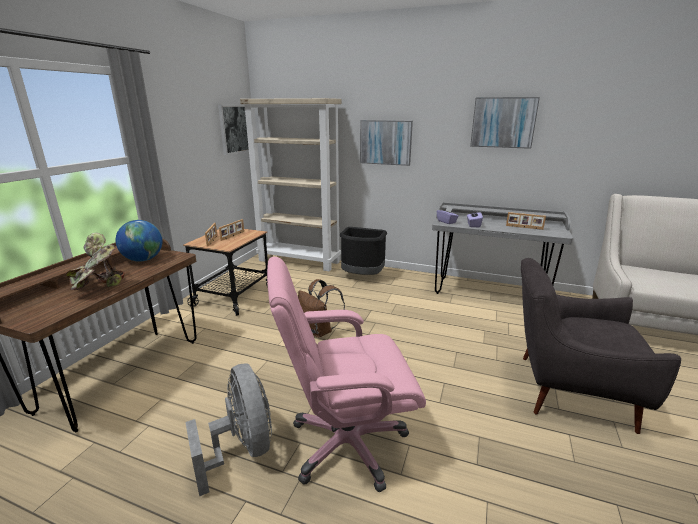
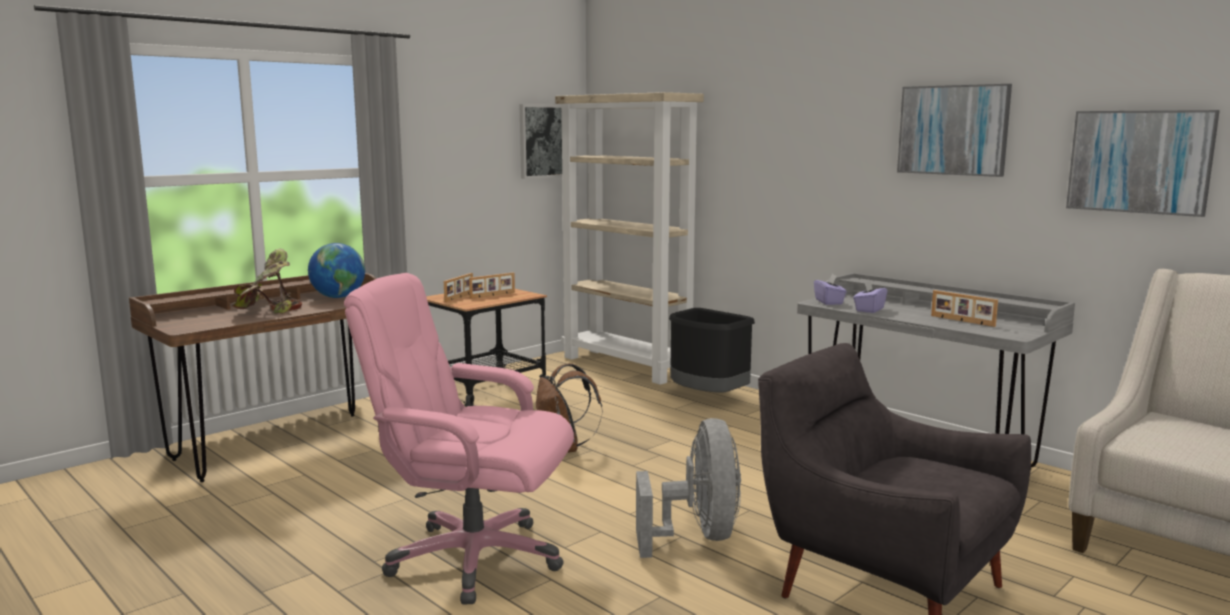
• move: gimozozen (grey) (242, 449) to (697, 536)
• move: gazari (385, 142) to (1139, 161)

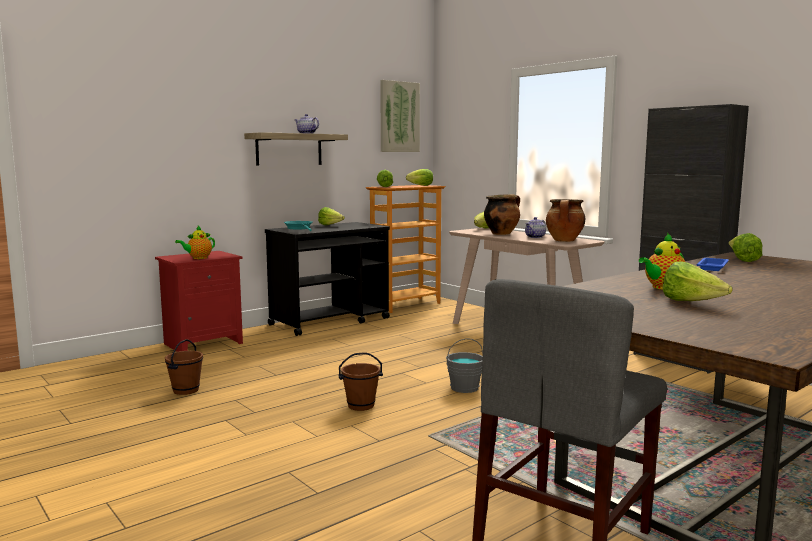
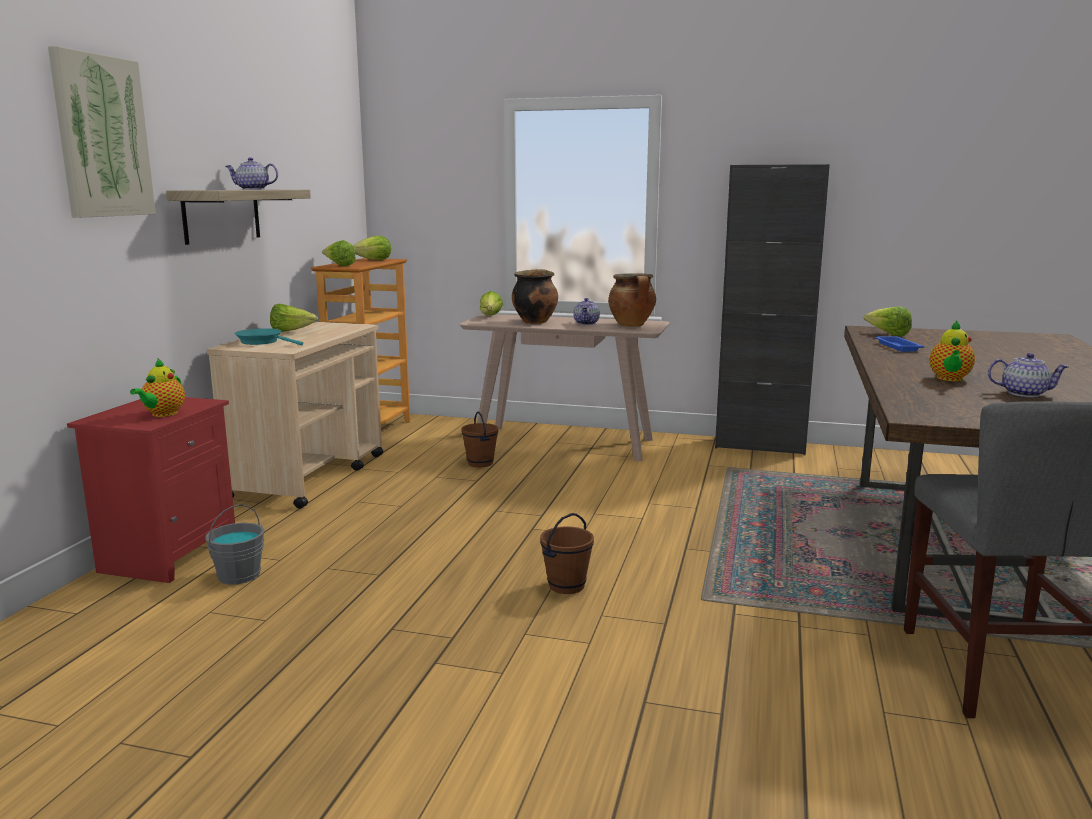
• move: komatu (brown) (186, 390) to (481, 463)
• move: gazari (399, 117) to (102, 137)
• move: komatu (grey) (464, 388) to (239, 575)
• replace: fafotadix (691, 303) to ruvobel (1024, 393)
• recolor: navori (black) (330, 321) to navori (beige) (309, 476)

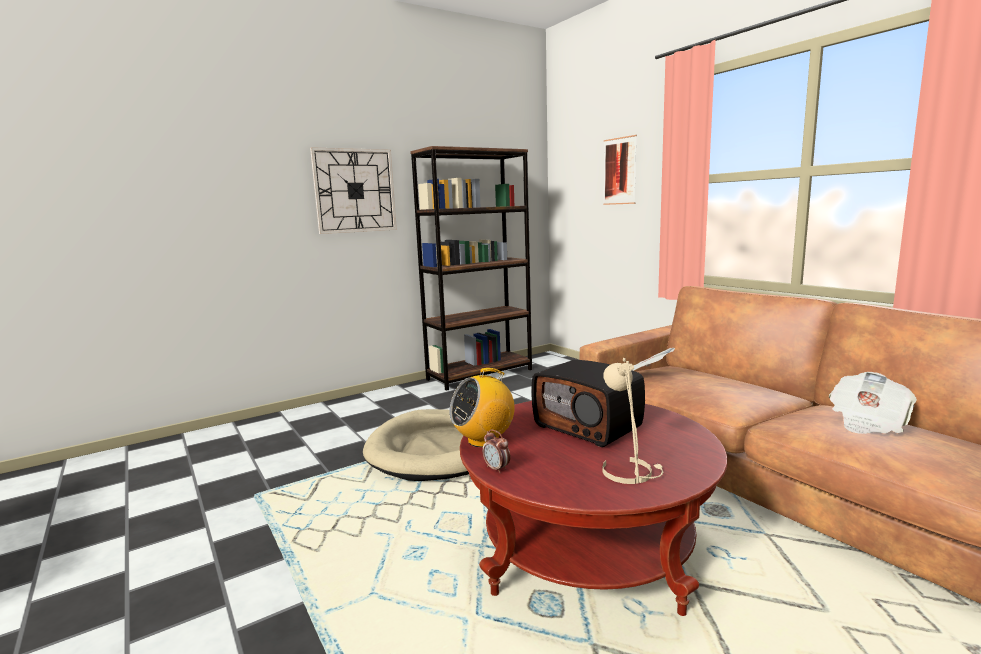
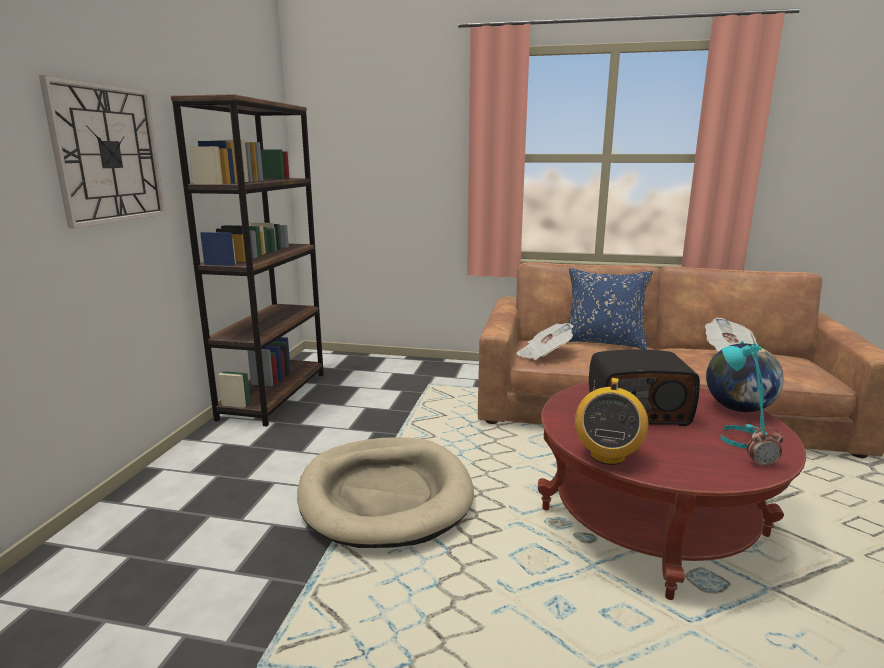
• delete: gazari (619, 171)
• insert: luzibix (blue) (603, 342)
• insert: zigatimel (738, 408)
• move: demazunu (497, 469) to (761, 464)
• recolor: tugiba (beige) (630, 471) to tugiba (turquoise) (741, 437)

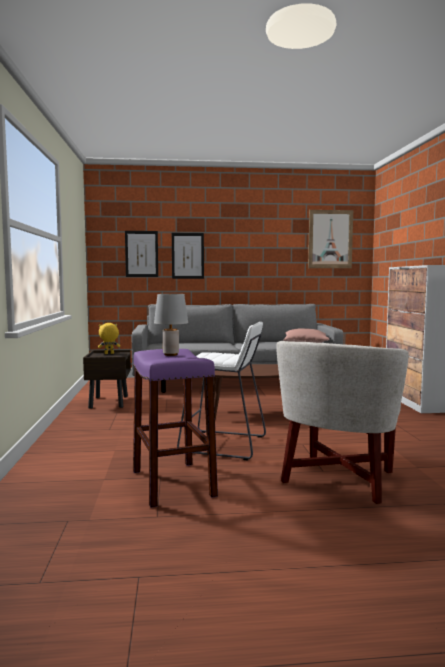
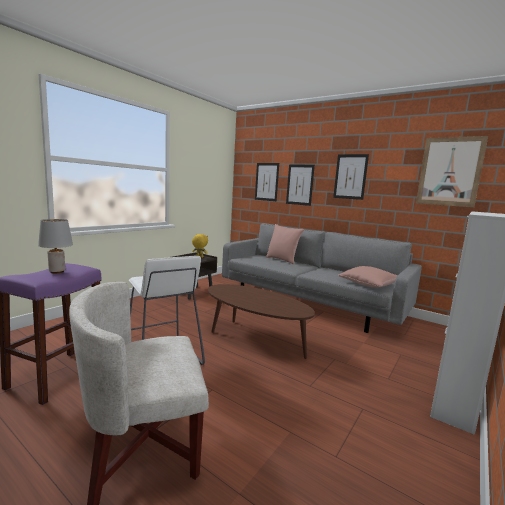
• insert: luzibix (pink) (282, 260)
• insert: gazari (350, 176)

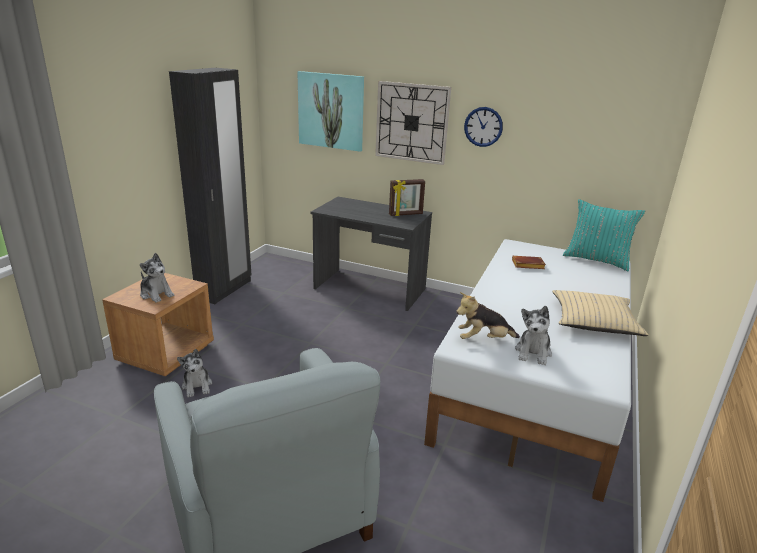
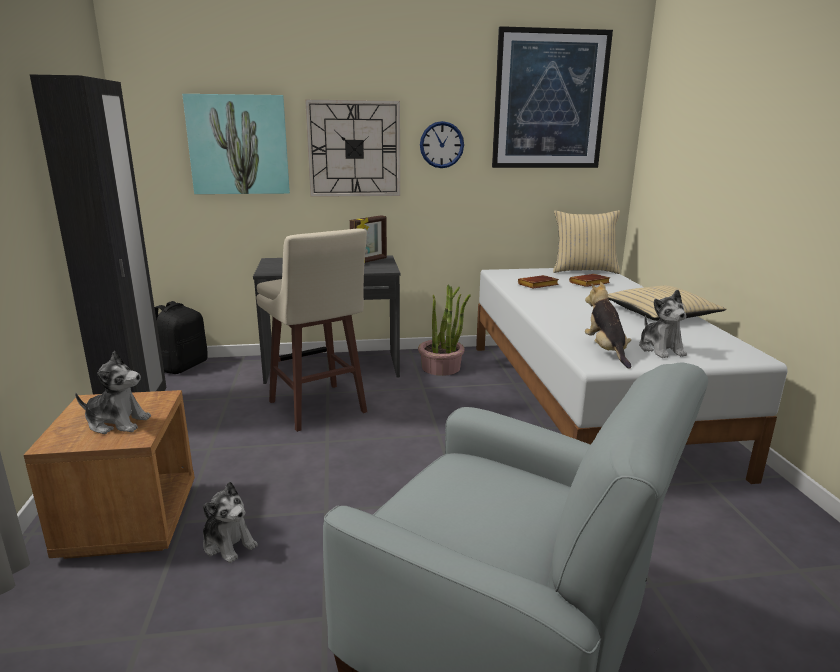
• insert: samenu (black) (183, 366)
• insert: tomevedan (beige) (318, 408)
• insert: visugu (441, 368)
• insert: gazari (550, 100)
• insert: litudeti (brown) (589, 284)
• recolor: luzibix (turquoise) (596, 260) to luzibix (beige) (583, 271)
• rotate: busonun (483, 340) = (606, 351) 120 degrees clockwise

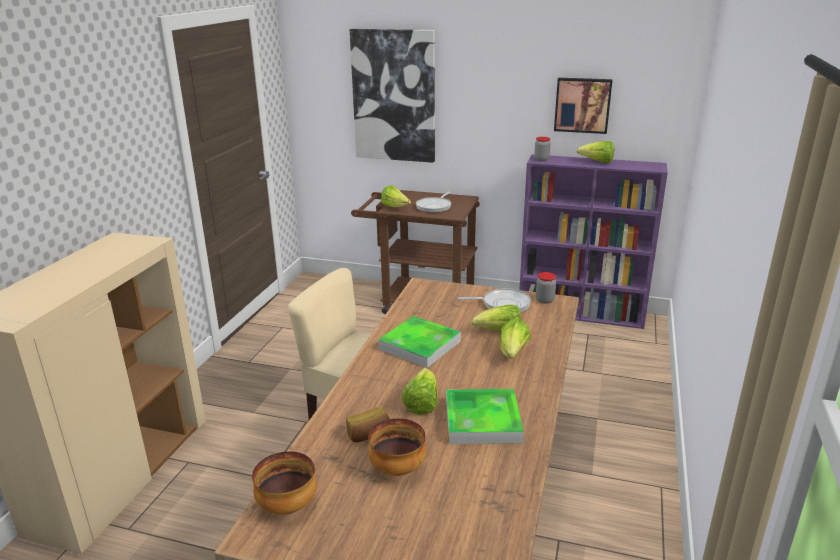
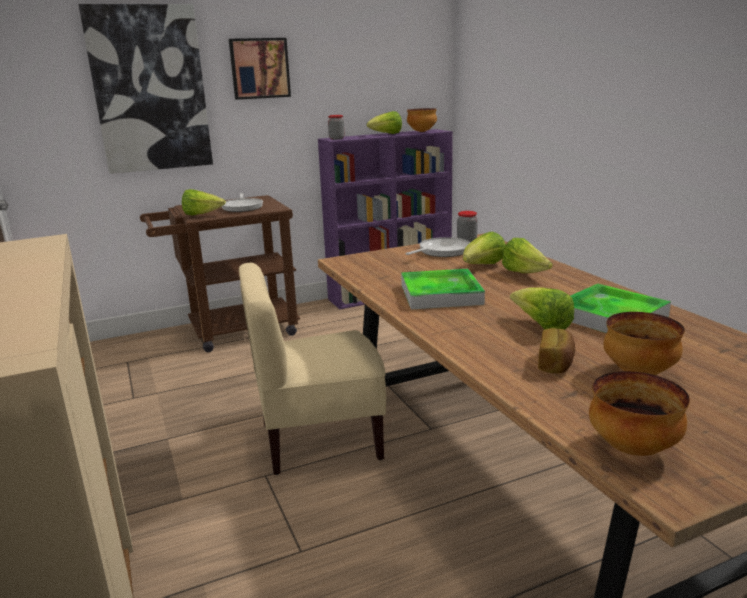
• insert: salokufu (422, 131)
• move: gazari (582, 105) to (259, 68)

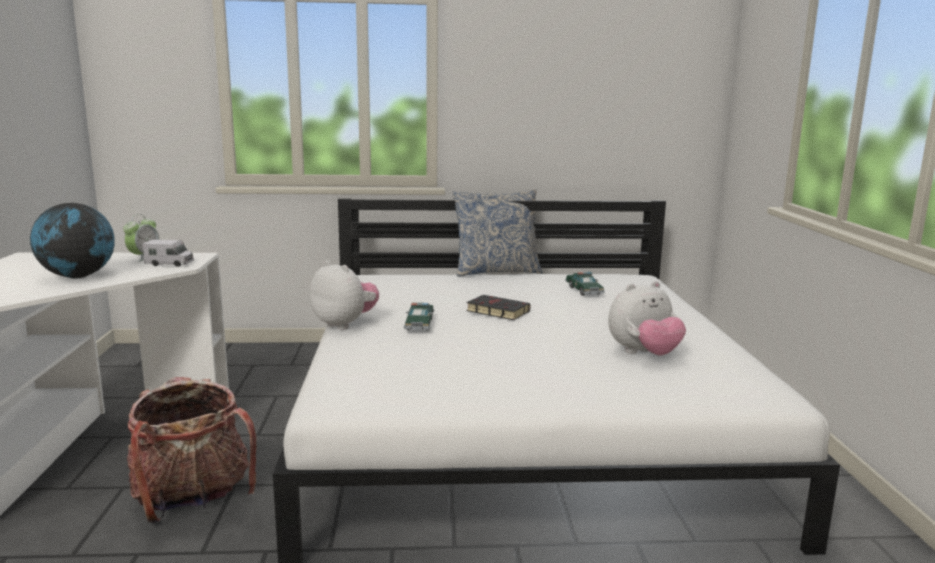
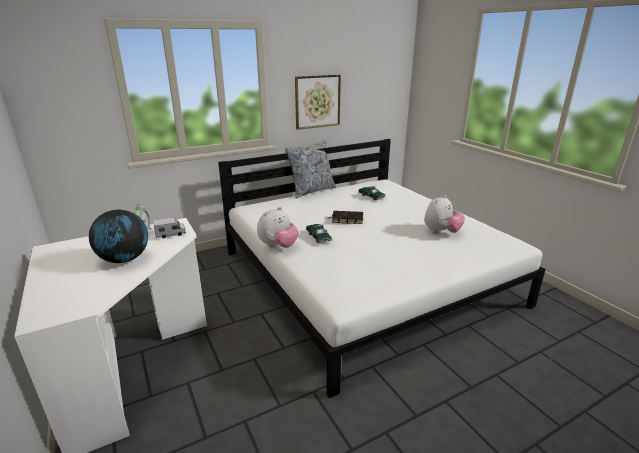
• delete: samenu (193, 500)
• insert: gazari (317, 101)
• rotate: busonun (345, 324) = (278, 246) 120 degrees clockwise

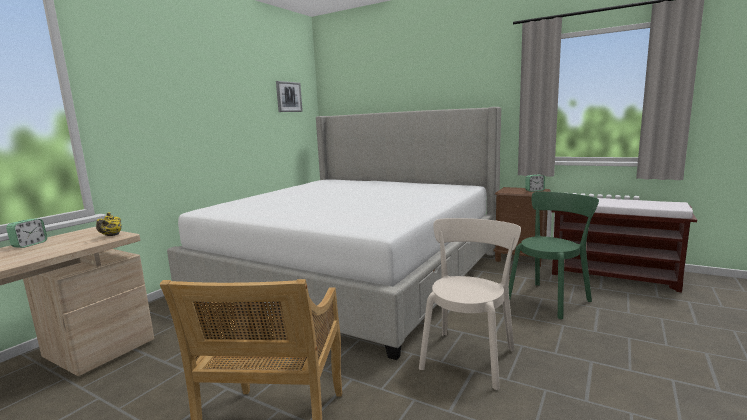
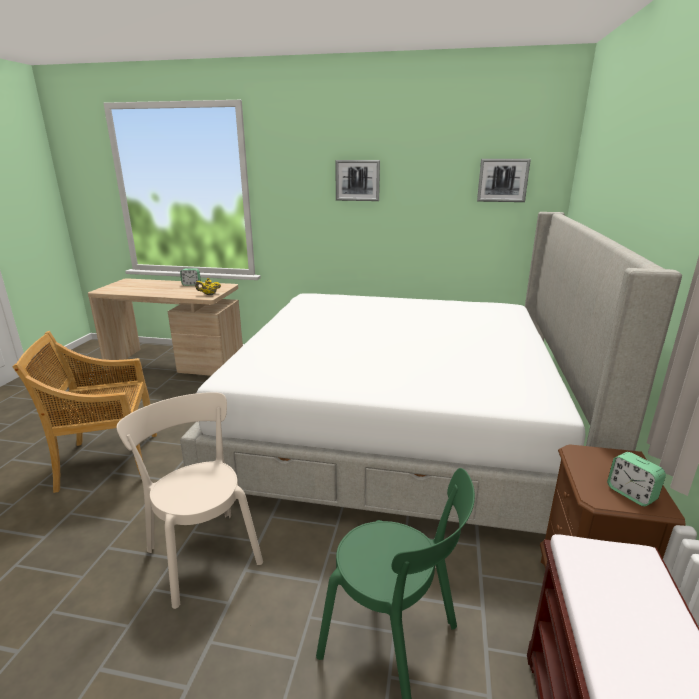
• insert: gazari (357, 180)
• rotate: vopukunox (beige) (469, 356) = (202, 552) 135 degrees counterclockwise

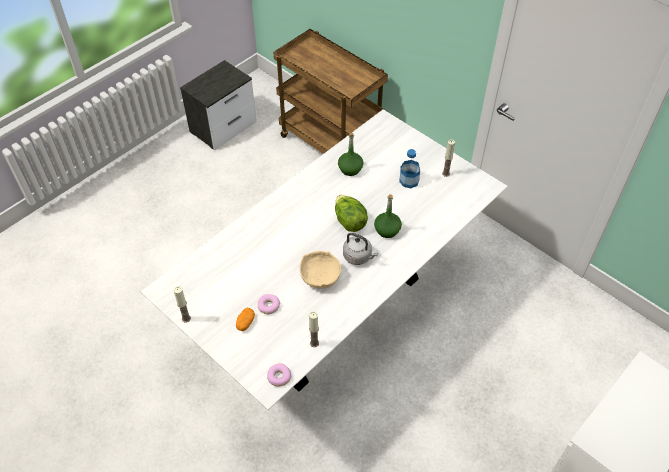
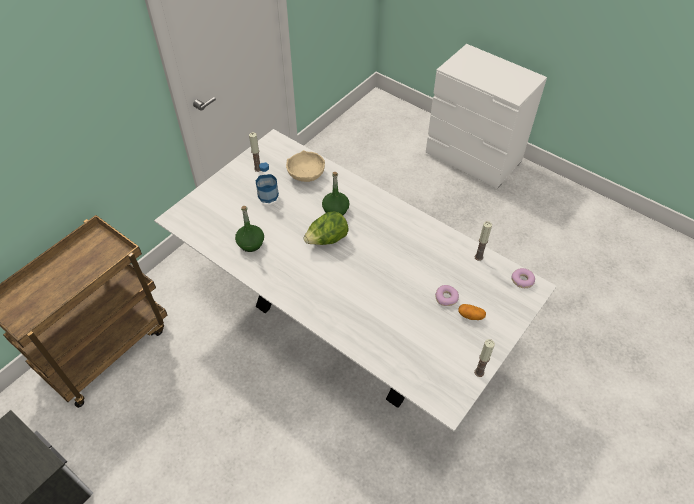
• delete: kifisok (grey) (358, 257)
• move: salokufu (beige) (320, 277) to (306, 174)

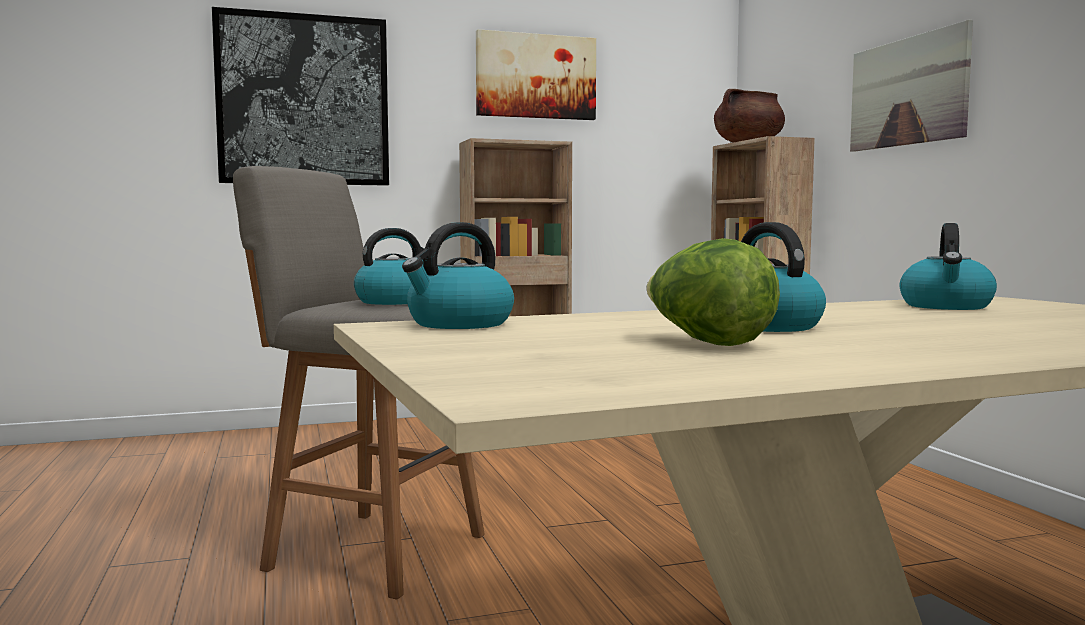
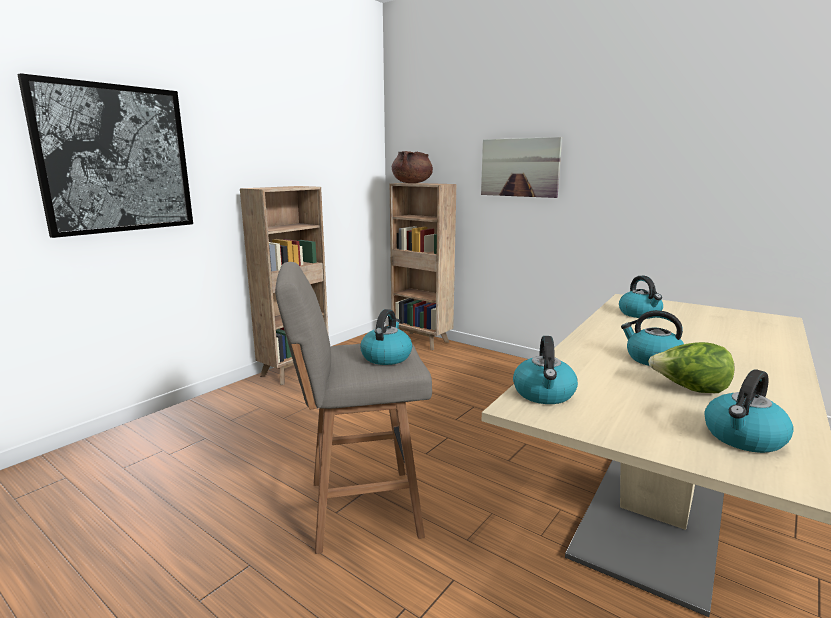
• delete: gazari (536, 76)
• insert: kifisok (743, 438)

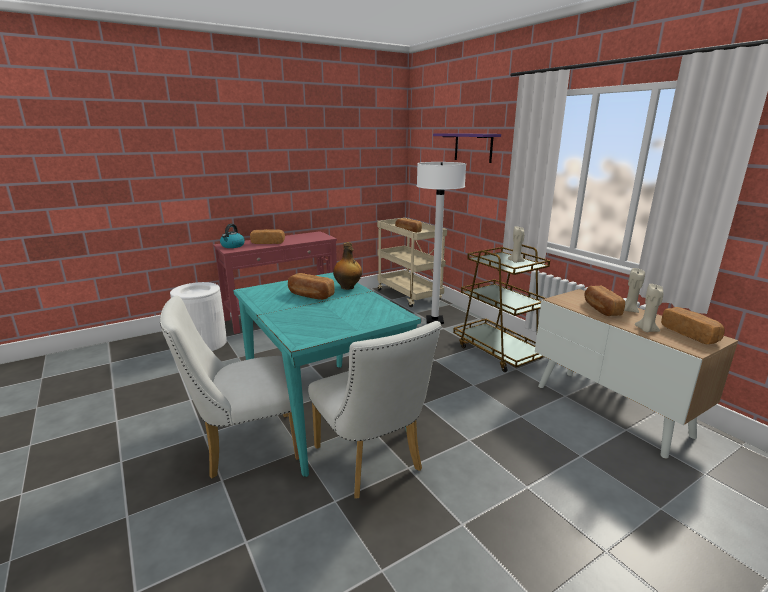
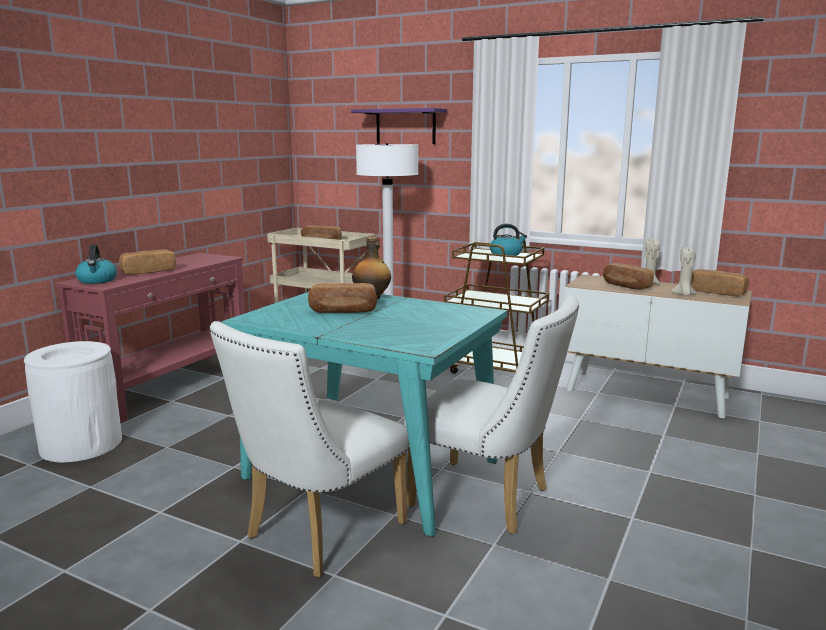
• replace: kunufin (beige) (515, 261) to kifisok (506, 254)

